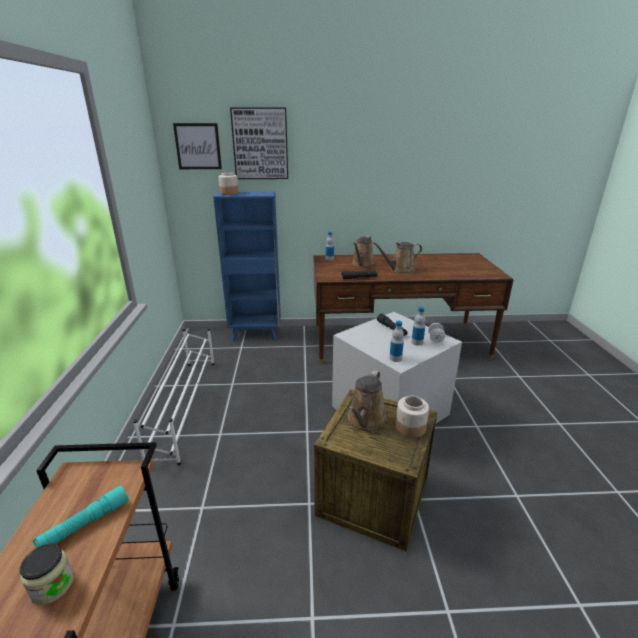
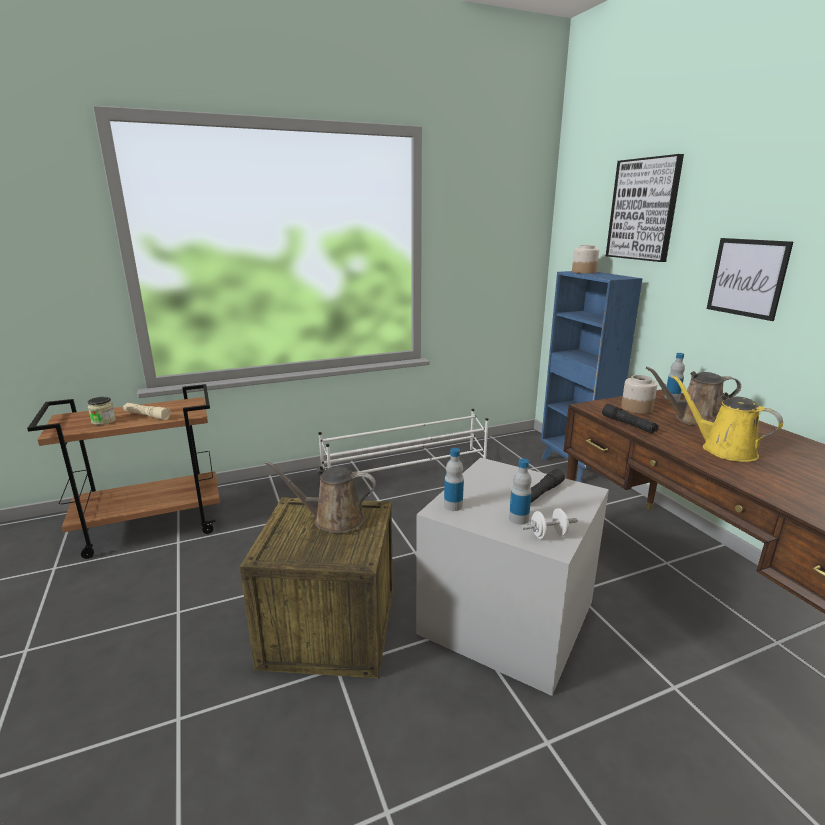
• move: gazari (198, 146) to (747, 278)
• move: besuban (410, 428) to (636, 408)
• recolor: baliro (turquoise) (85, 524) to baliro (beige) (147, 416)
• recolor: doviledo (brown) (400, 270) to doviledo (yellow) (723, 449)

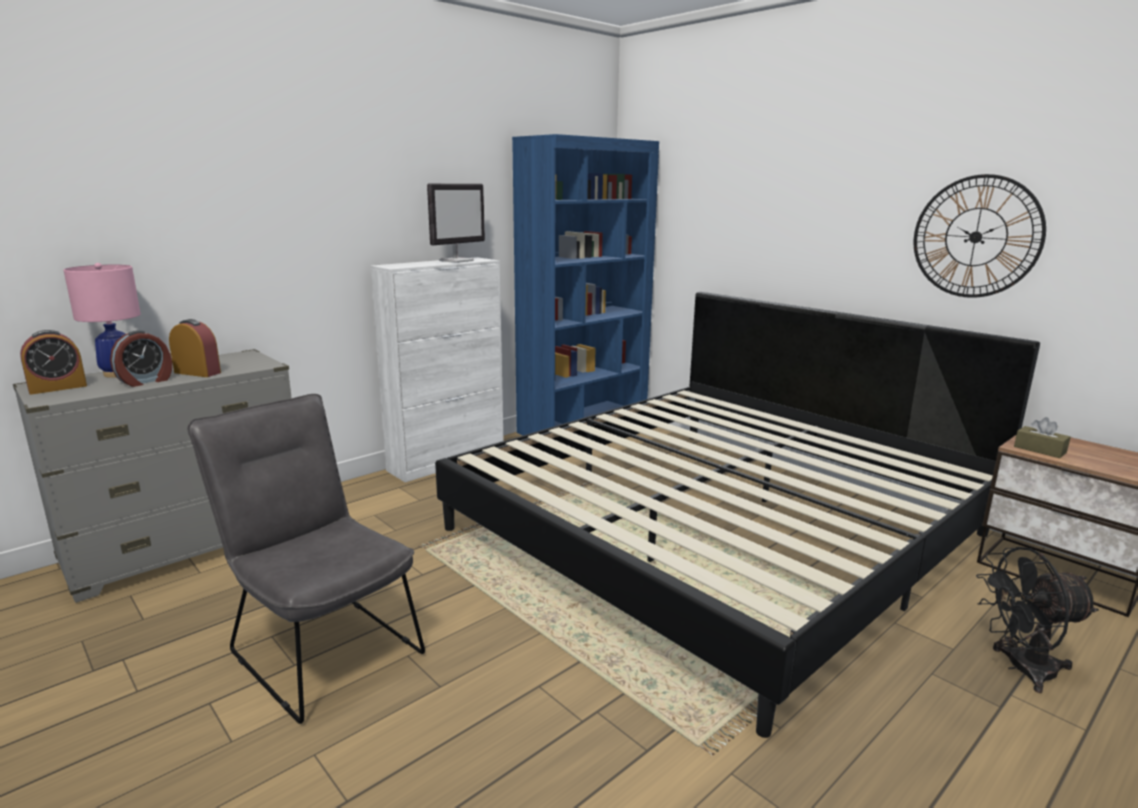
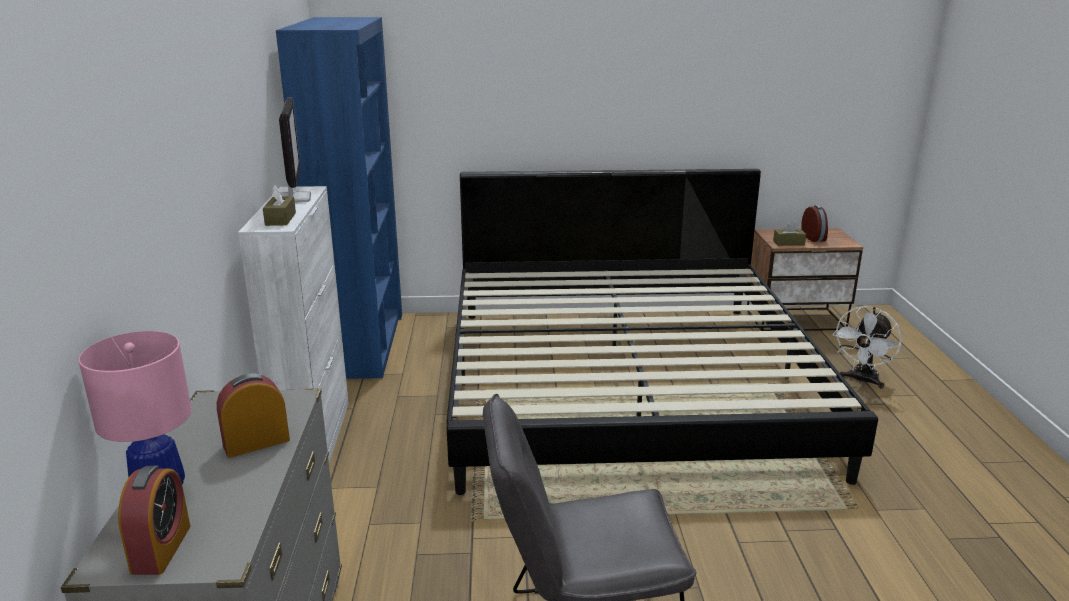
• delete: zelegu (975, 237)
• insert: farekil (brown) (280, 219)
• move: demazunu (146, 381) to (814, 238)
• recolor: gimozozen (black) (1020, 669) to gimozozen (white) (861, 380)

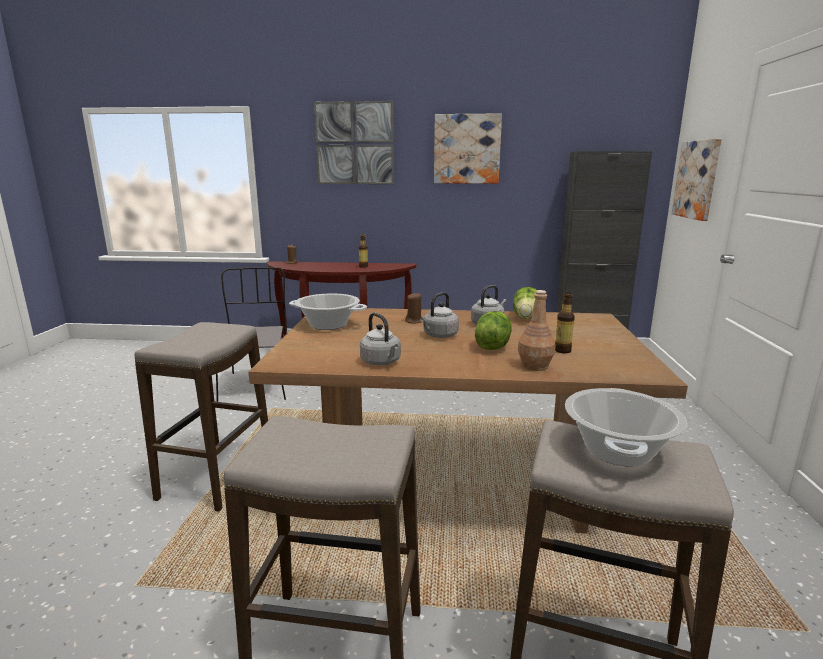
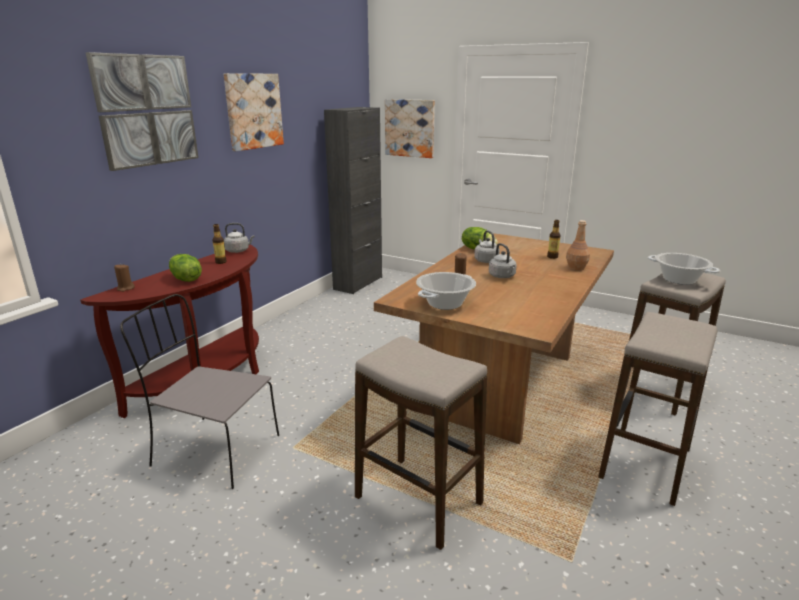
• move: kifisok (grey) (382, 362) to (238, 251)
• move: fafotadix (492, 346) to (185, 279)

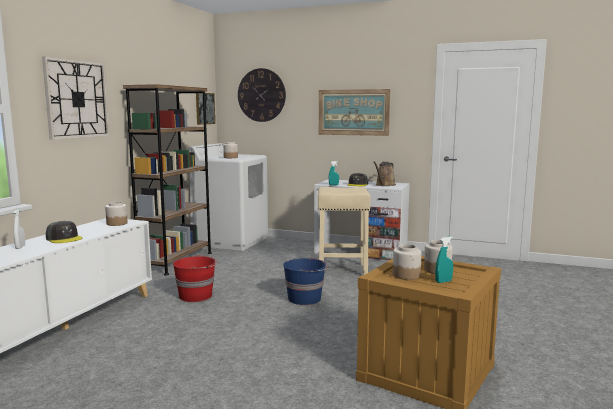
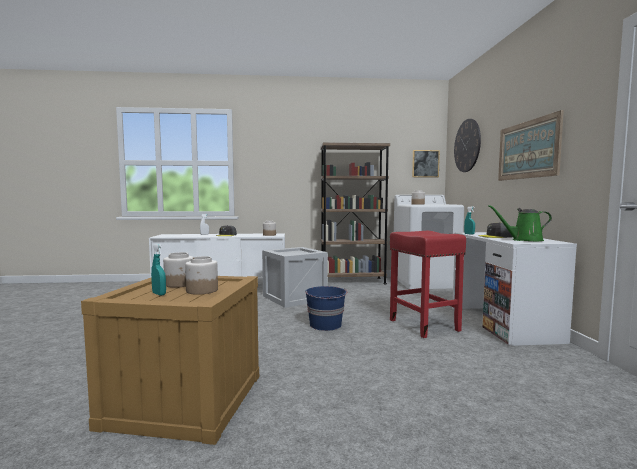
• delete: zelegu (77, 99)
• replace: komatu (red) (196, 296) to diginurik (294, 298)
• recolor: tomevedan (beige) (341, 270) to tomevedan (red) (422, 325)
• recolor: doviledo (brown) (384, 185) to doviledo (green) (524, 240)

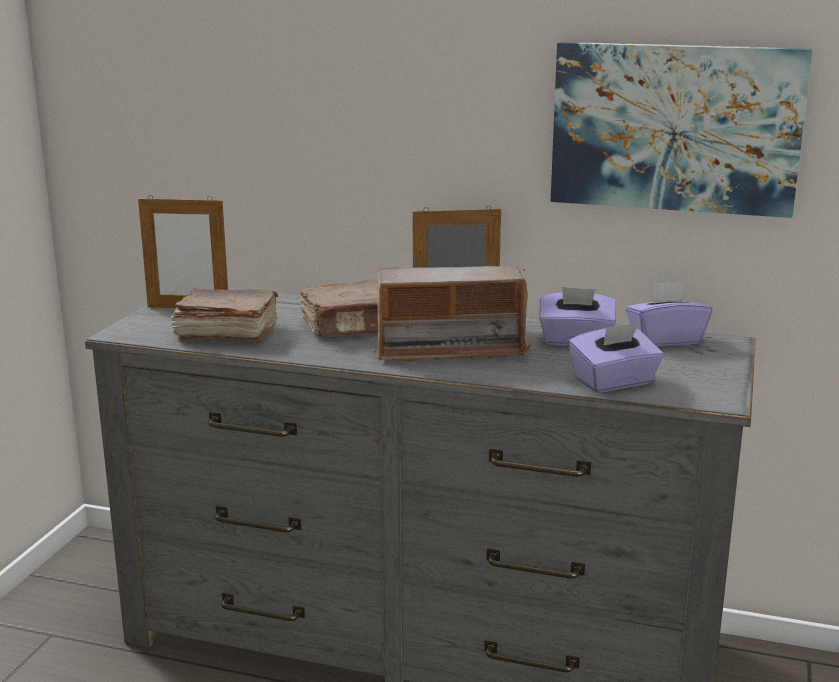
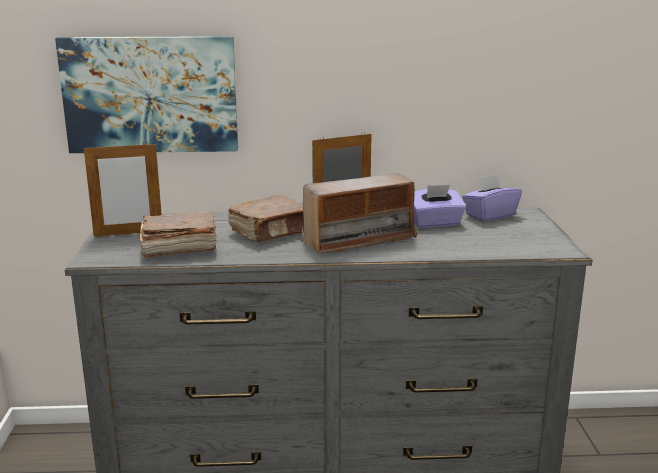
• delete: farekil (purple) (614, 382)
• move: gazari (675, 127) to (150, 94)

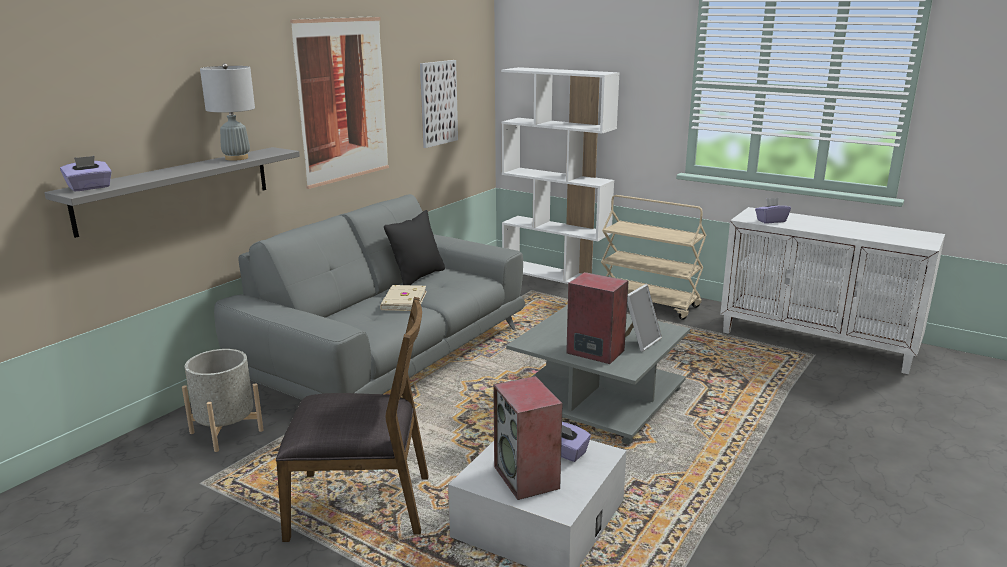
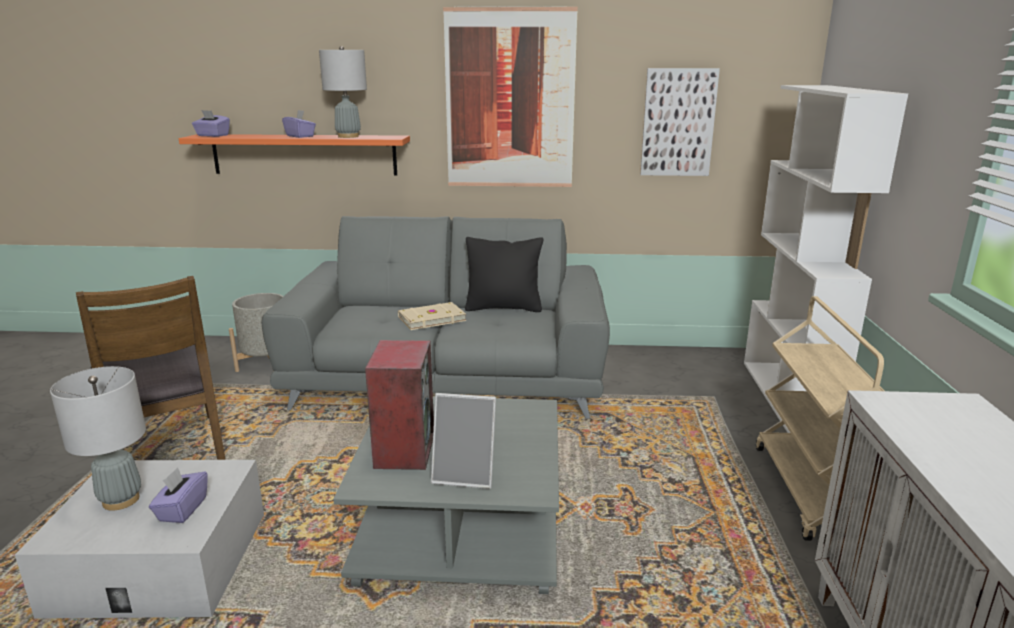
• move: farekil (purple) (771, 221) to (300, 136)
• replace: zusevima (527, 478) to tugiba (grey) (121, 500)
• recolor: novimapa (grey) (176, 189) to novimapa (orange) (304, 154)

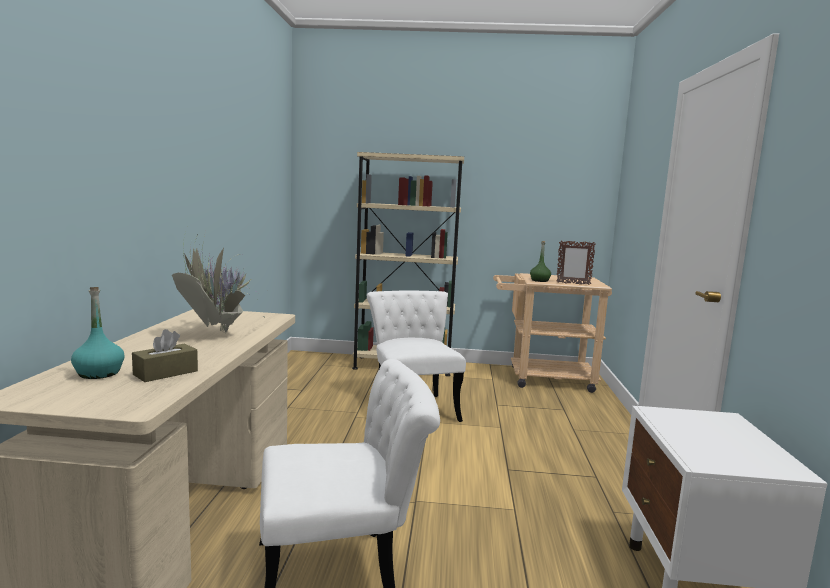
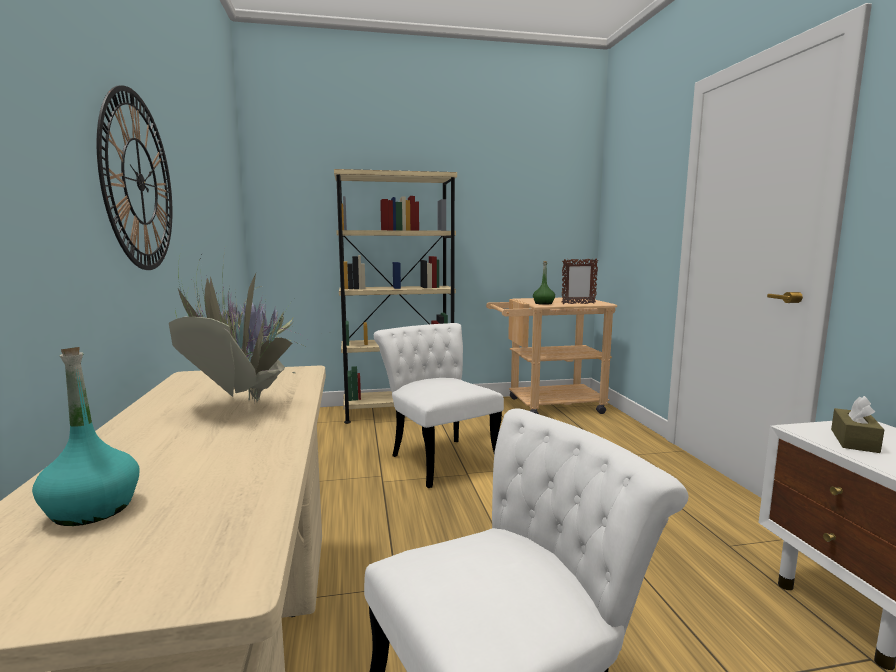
• insert: zelegu (139, 182)
• move: farekil (brown) (165, 373) to (854, 441)

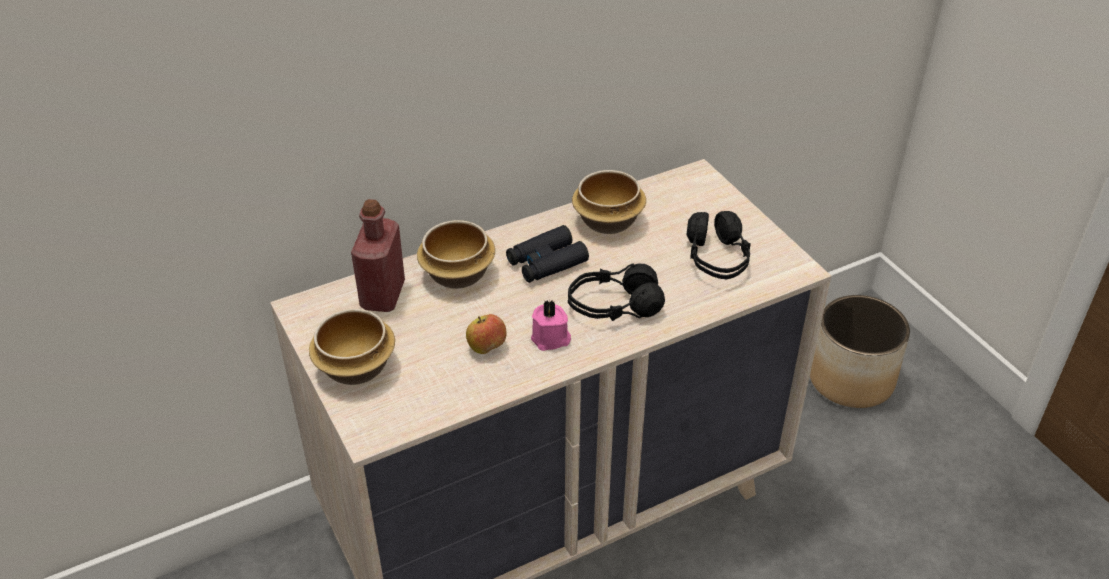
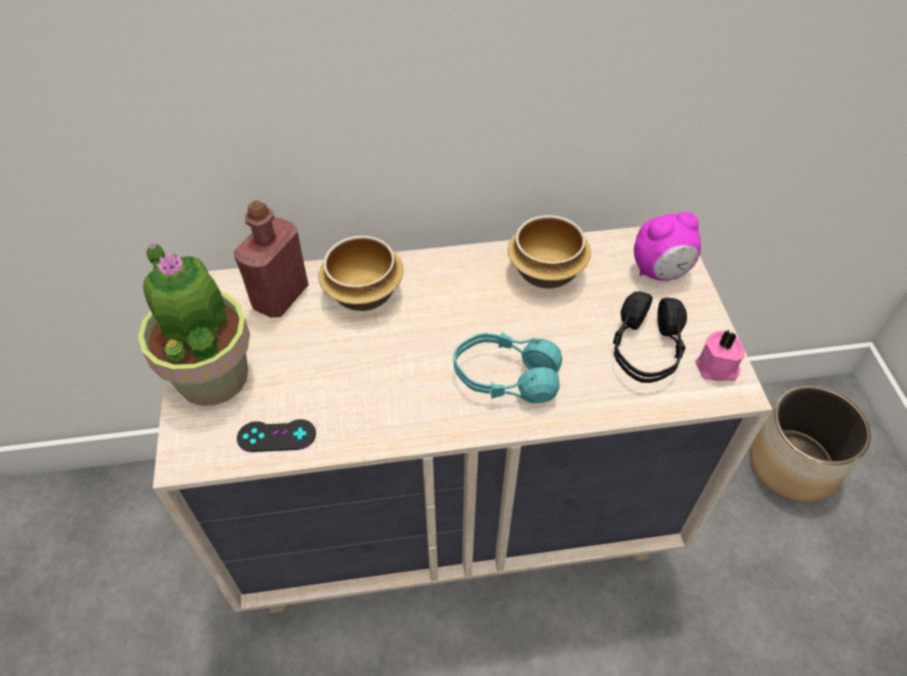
• delete: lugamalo (486, 347)
• delete: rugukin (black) (546, 262)
• insert: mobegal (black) (276, 436)
• insert: demazunu (660, 271)
• move: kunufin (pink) (551, 339) to (717, 368)
• replace: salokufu (357, 369) to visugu (213, 375)
• recolor: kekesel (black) (614, 306) to kekesel (turquoise) (505, 378)

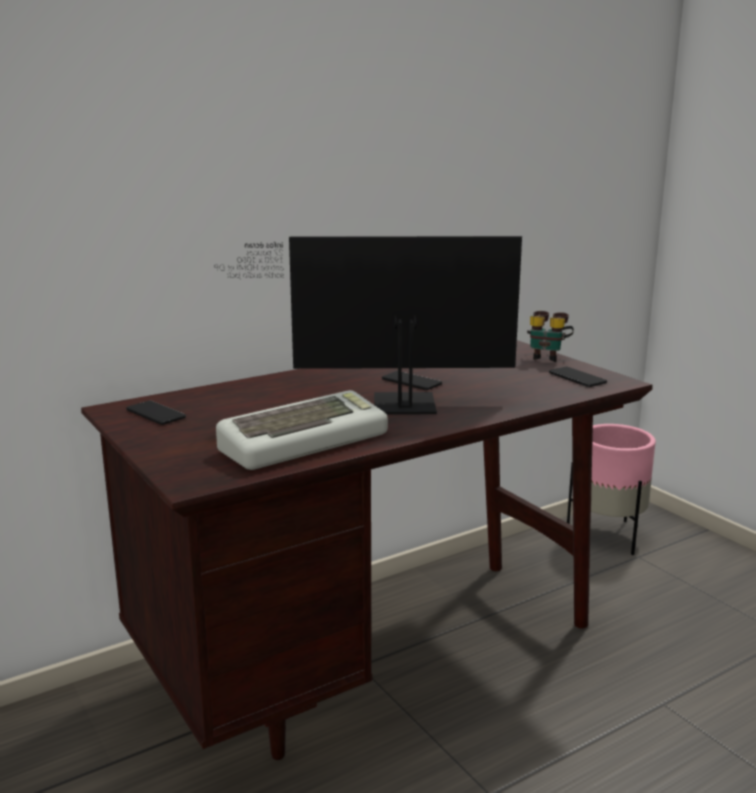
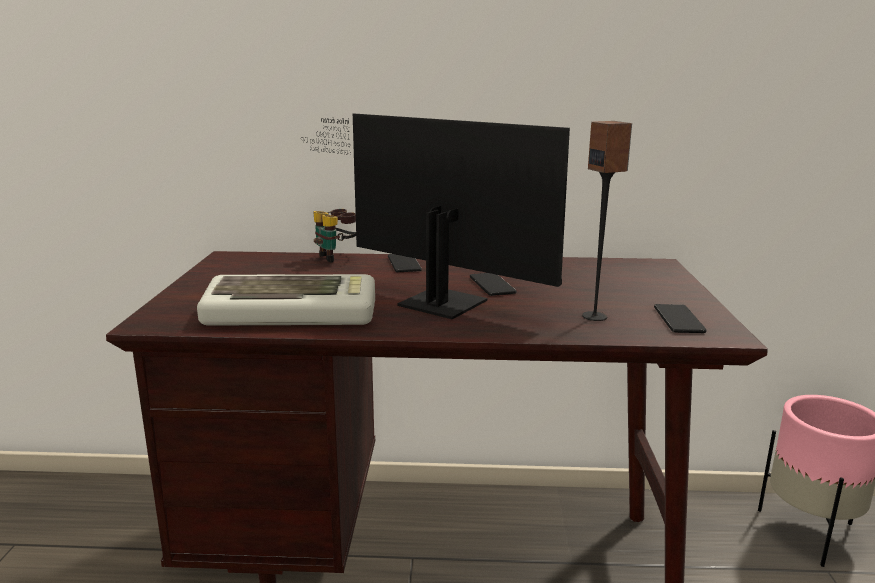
• insert: zusevima (595, 316)
• move: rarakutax (155, 414) to (404, 264)
• move: rugukin (547, 357) to (339, 257)

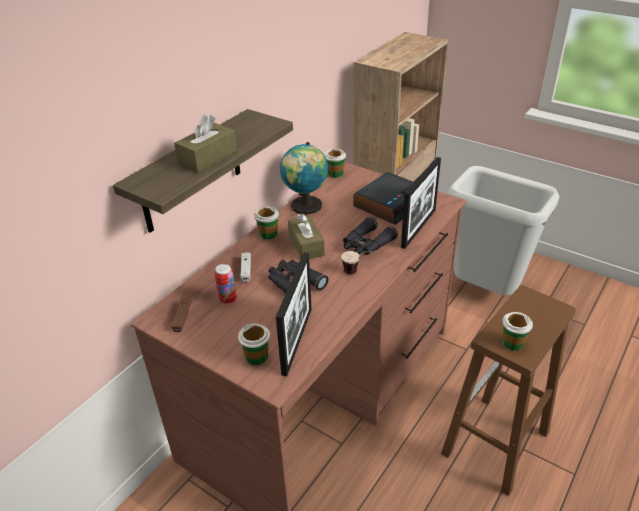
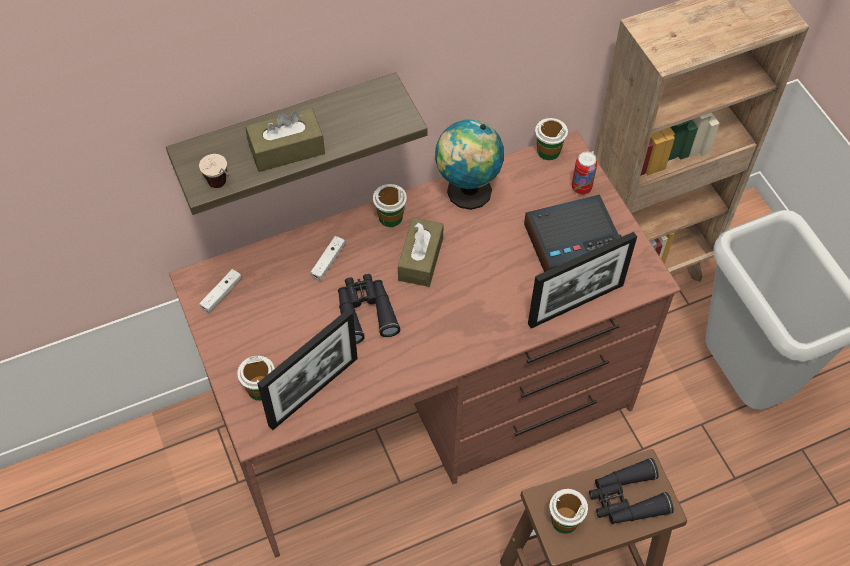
• move: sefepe (228, 300) to (581, 188)
• move: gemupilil (357, 272) to (223, 188)
• move: rugukin (black) (366, 244) to (626, 499)
• recolor: mobegal (brown) (182, 318) to mobegal (white) (221, 294)

